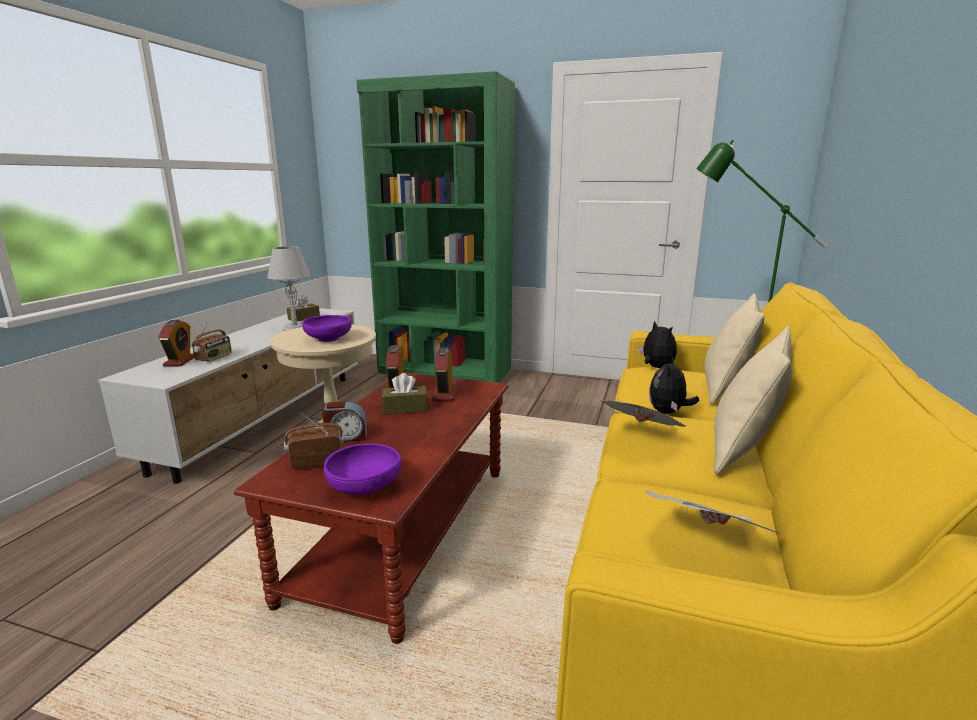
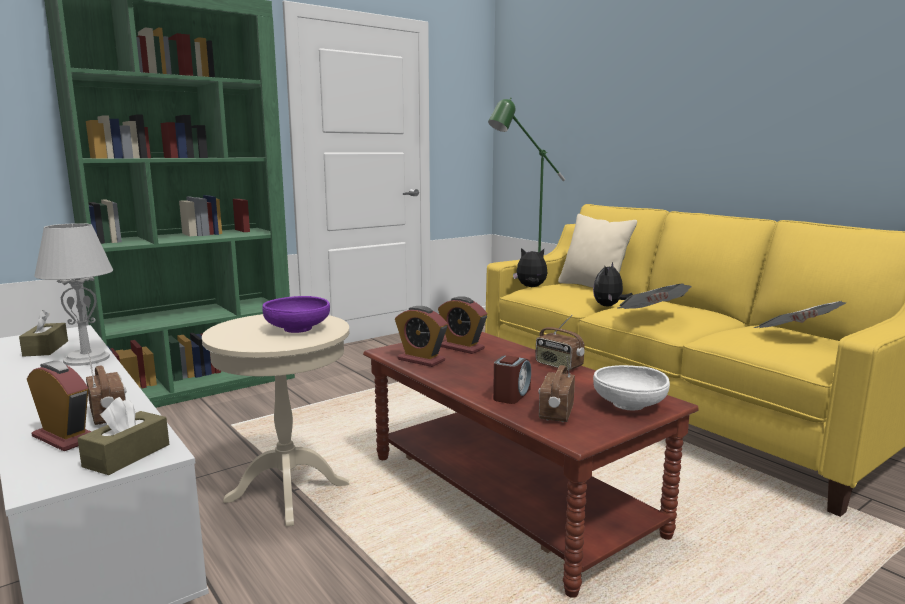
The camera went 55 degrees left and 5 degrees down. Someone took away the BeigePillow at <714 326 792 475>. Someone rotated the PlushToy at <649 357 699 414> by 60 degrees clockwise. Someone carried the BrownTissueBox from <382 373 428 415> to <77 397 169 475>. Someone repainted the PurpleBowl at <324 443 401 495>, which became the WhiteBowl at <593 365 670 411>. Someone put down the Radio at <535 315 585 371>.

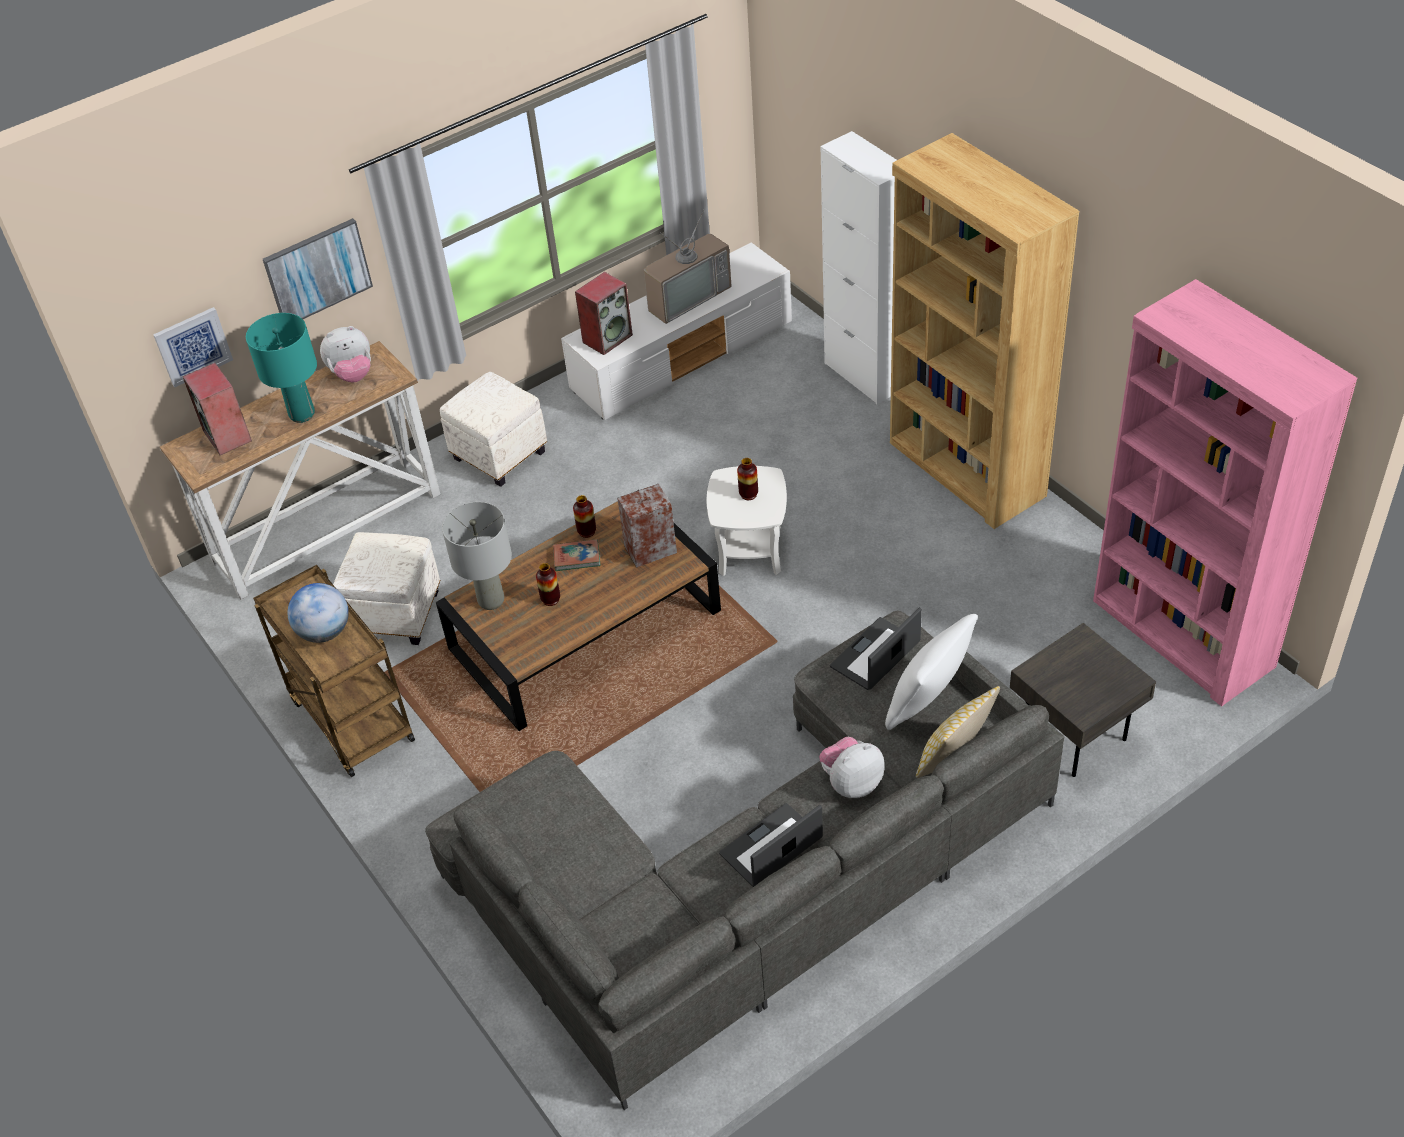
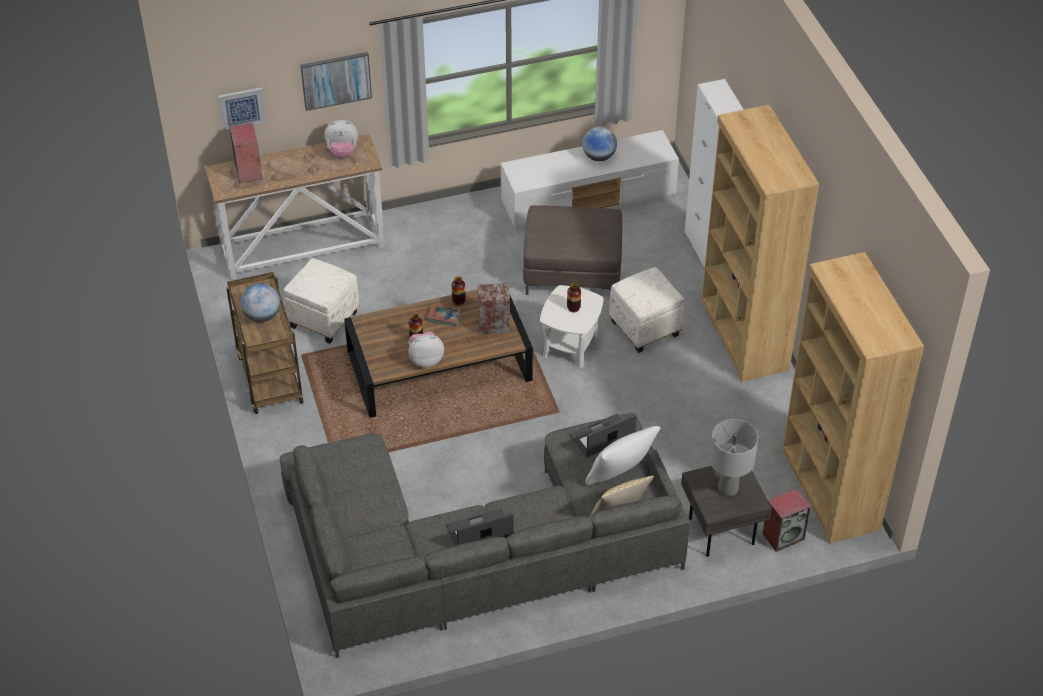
The camera went 15 degrees right and 0 degrees up. Someone swapped the Television at <644 210 731 324> for the Globe at <582 127 617 161>. Someone carried the Speaker from <575 272 633 355> to <762 488 811 552>. Someone repainted the PinkBookcase at <1093 279 1357 707>, which became the BrownBookcase at <782 252 924 544>. Someone took away the TurquoiseTableLamp at <246 313 317 423>. Someone carried the WhiteOttoman from <440 372 547 487> to <609 267 684 353>. Someone carried the GreyTableLamp from <442 502 512 610> to <709 419 758 497>. Someone carried the PlushToy from <819 737 885 798> to <408 331 444 367>. Someone put down the BrownOttoman at <523 205 622 295>.

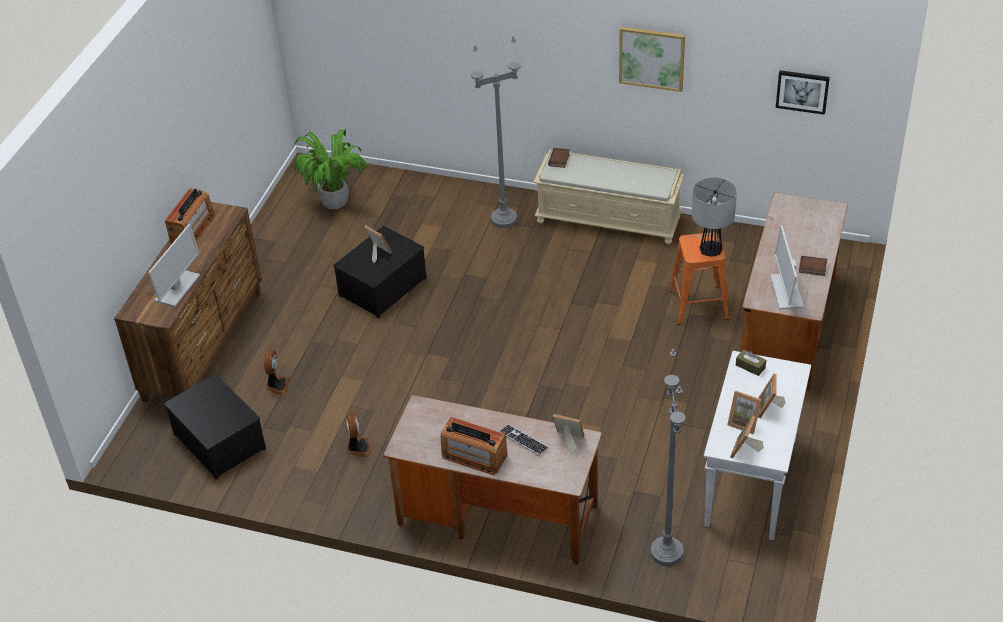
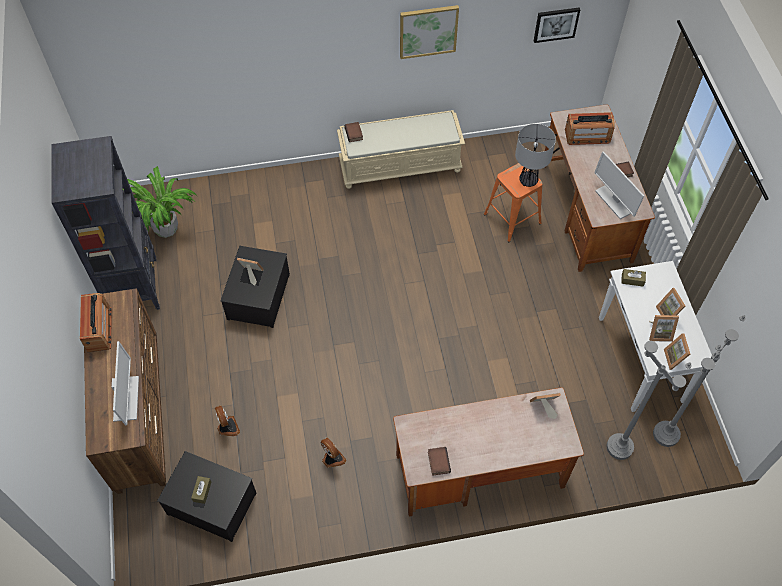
The camera went 30 degrees left and 15 degrees up. Someone carried the GreyFloorLamp from <471 36 520 228> to <653 315 746 447>. Someone carried the Radio from <441 417 507 475> to <565 112 615 145>. Someone took away the Keyboard at <498 424 549 456>. Someone put down the BlackBookcase at <51 136 160 310>. Someone put down the Book at <428 447 451 476>. Someone put down the BrownTissueBox at <191 476 211 504>.

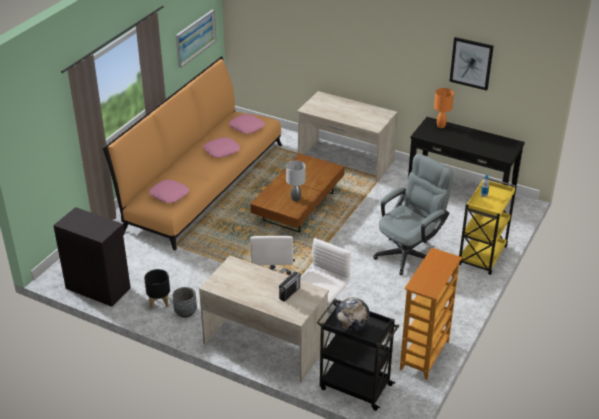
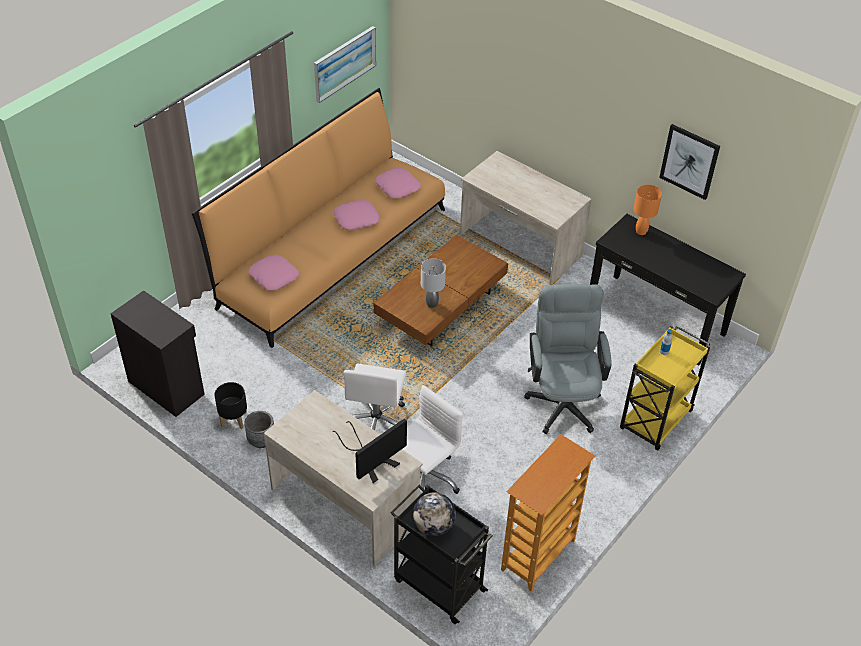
The camera went 10 degrees right and 10 degrees up. Someone rotated the GreyOfficeChair at <373 153 454 275> by 60 degrees counterclockwise. Someone swapped the Radio at <279 272 301 302> for the Monitor at <333 419 407 483>.

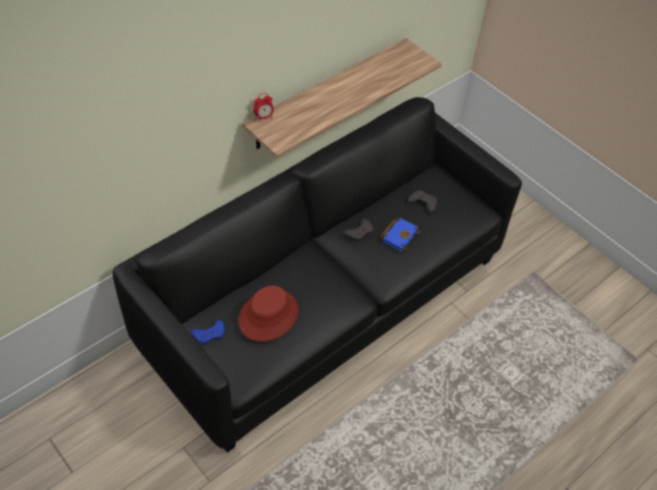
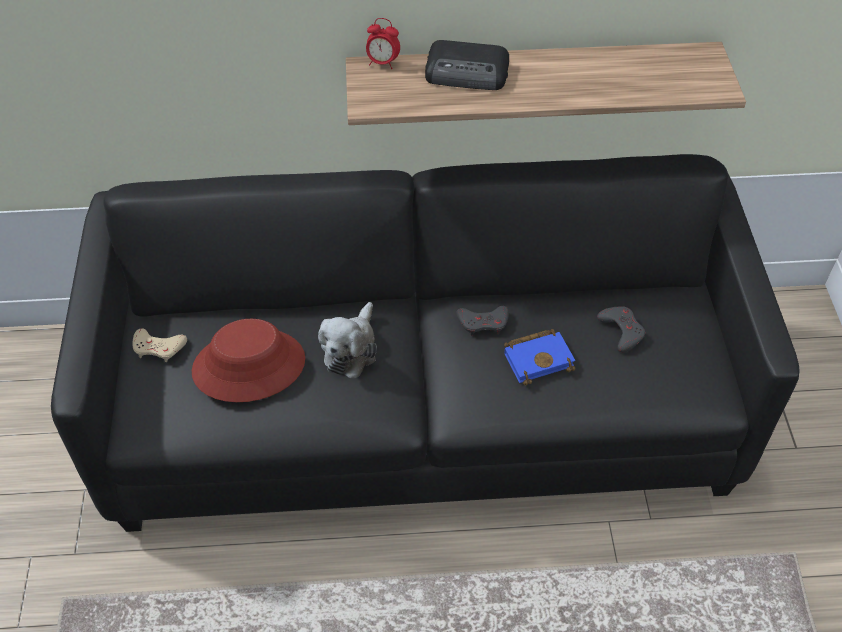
The camera went 40 degrees right and 0 degrees up. Someone repainted the BlueGameController at <191 320 225 345>, which became the BeigeGameController at <132 329 187 362>. Someone put down the Radio at <425 40 509 90>. Someone put down the PlushToy at <318 302 377 378>.

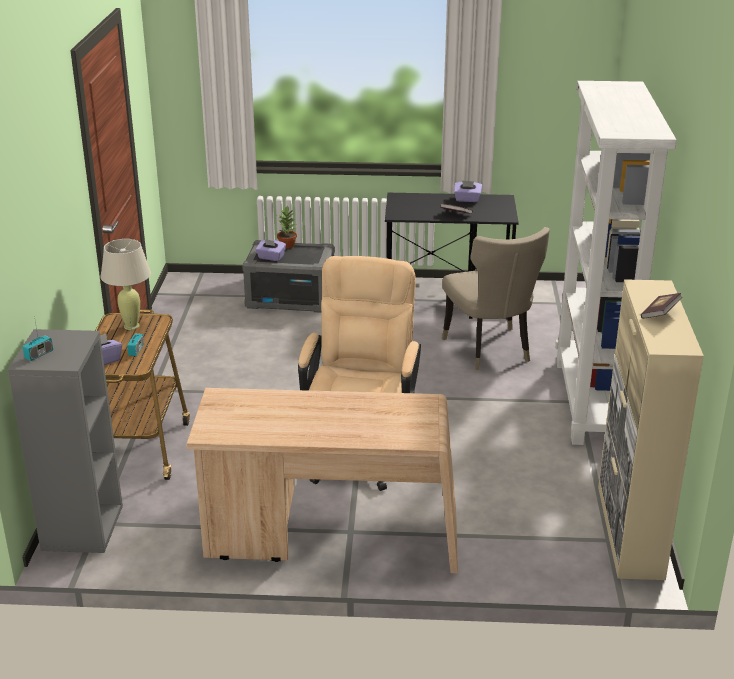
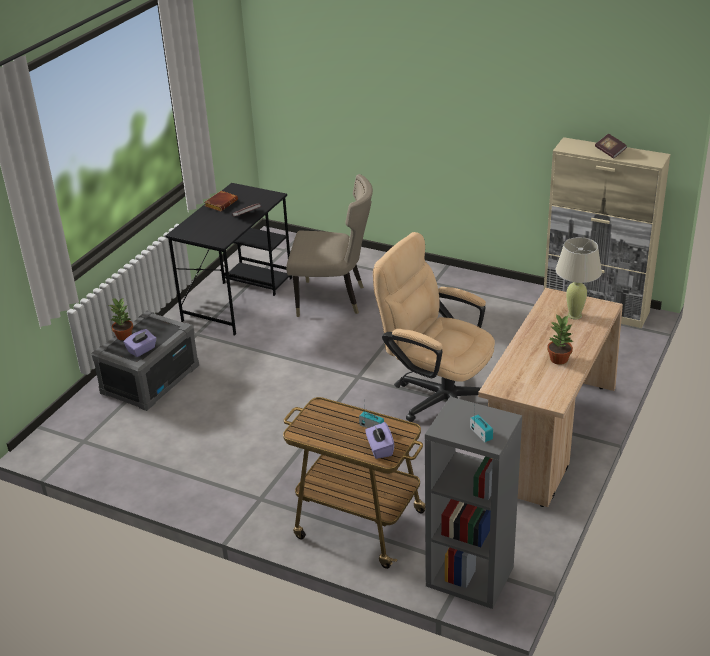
The camera went 65 degrees left and 5 degrees up. Someone took away the WhiteBookcase at <555 81 677 445>. Someone swapped the PurpleTissueBox at <454 180 482 202> for the BrownBook at <205 191 238 211>. Someone carried the BeigeTableLamp from <101 239 151 330> to <556 237 602 320>. Someone put down the PottedPlant at <547 314 574 365>.

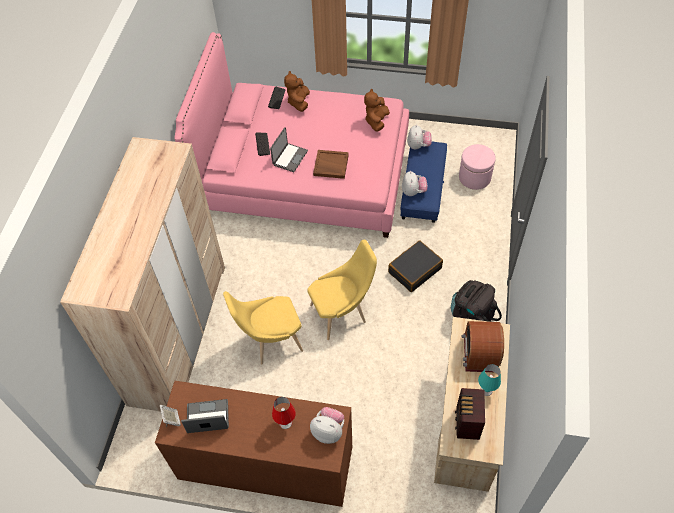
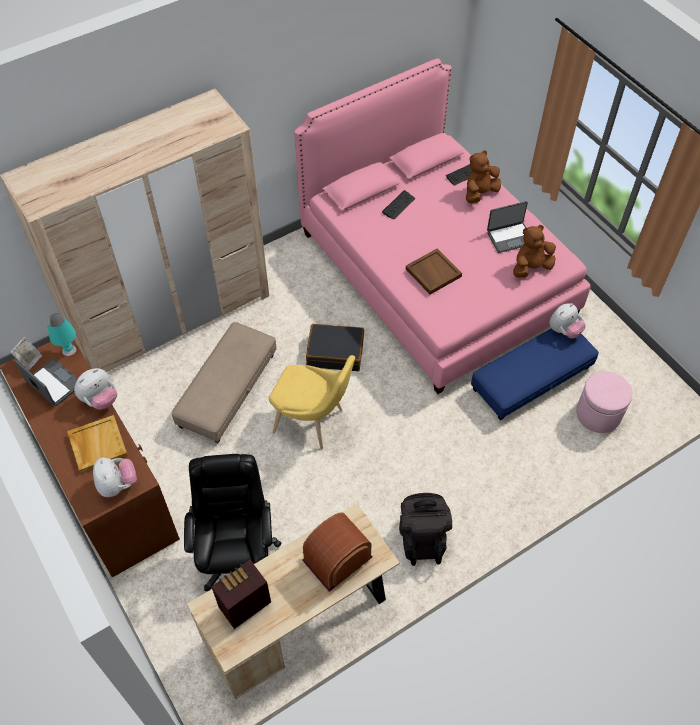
The camera went 45 degrees right and 0 degrees up. Someone carried the Laptop from <270 127 308 172> to <487 201 528 253>. Someone carried the PlushToy from <402 171 427 196> to <74 368 117 410>. Someone carried the BlackSuitcase from <388 240 443 292> to <306 324 364 371>. Someone swapped the YellowChair at <223 291 303 364> for the BeigeOttoman at <172 322 276 443>. Someone carried the TurquoiseTableLamp from <478 364 501 396> to <47 313 77 356>. Someone swapped the RedTableLamp at <272 397 296 429> for the BeigeTray at <67 415 128 473>. Someone put down the BlackOfficeChair at <184 454 282 591>.

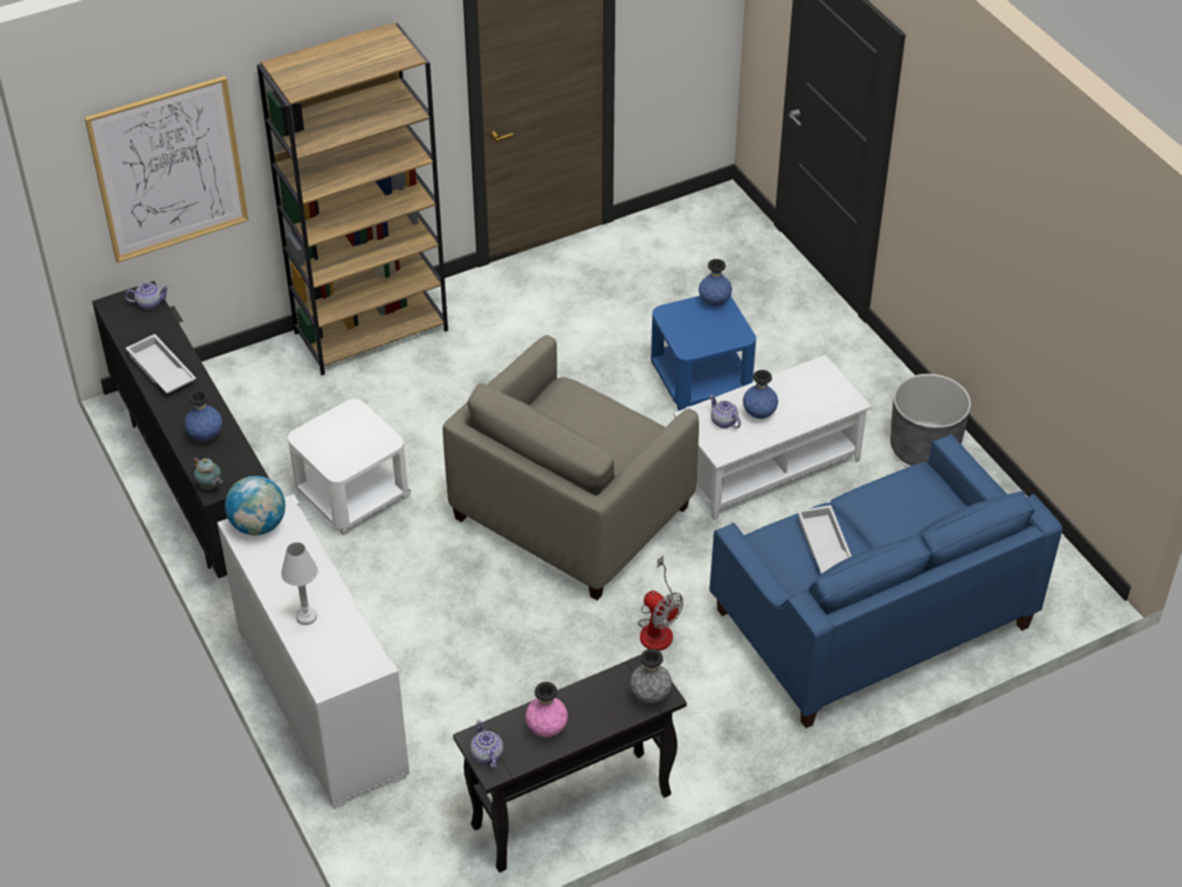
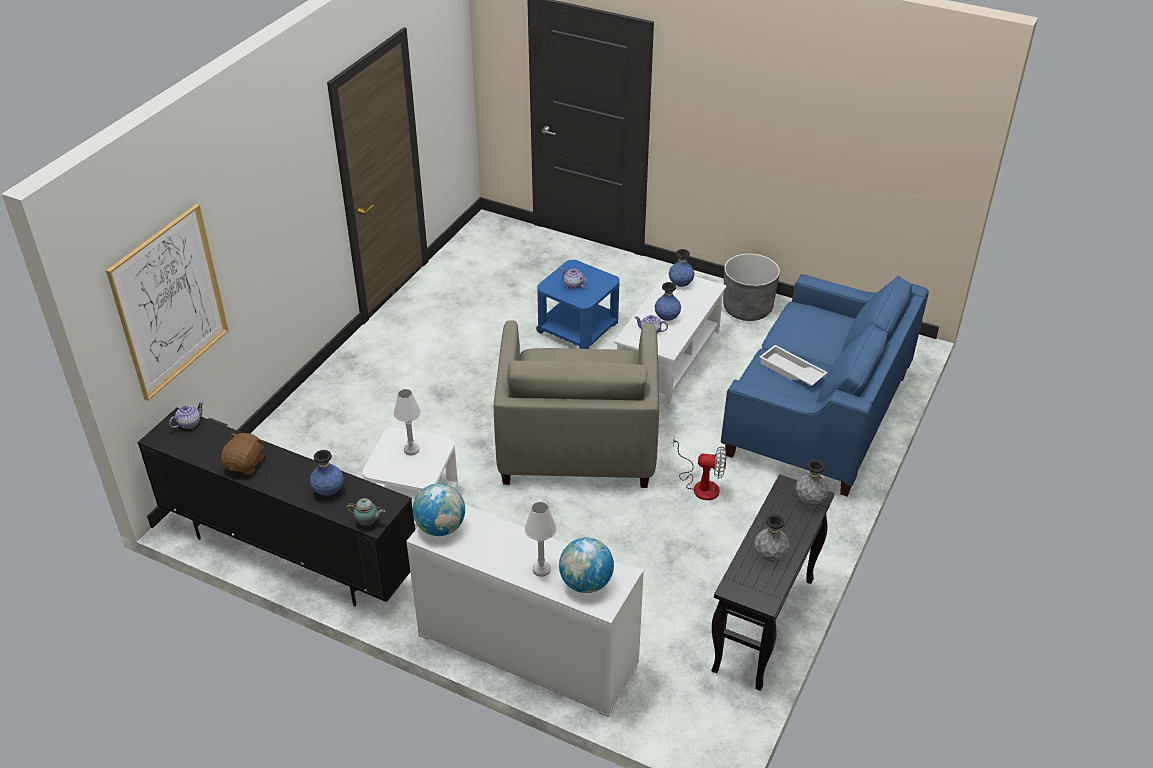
The camera went 35 degrees left and 5 degrees down. Someone took away the BrownBookcase at <257 22 448 375>. Someone carried the BlueVase from <699 259 732 306> to <669 249 695 287>. Someone swapped the WhiteTray at <126 334 196 393> for the BrownPlushToy at <221 433 264 474>. Someone repainted the PinkVase at <525 682 568 737>, which became the GreyVase at <754 514 790 562>. Someone carried the Teapot from <470 720 503 770> to <560 268 587 289>. Someone put down the WhiteTableLamp at <394 389 421 456>. Someone put down the Globe at <559 537 614 593>.

